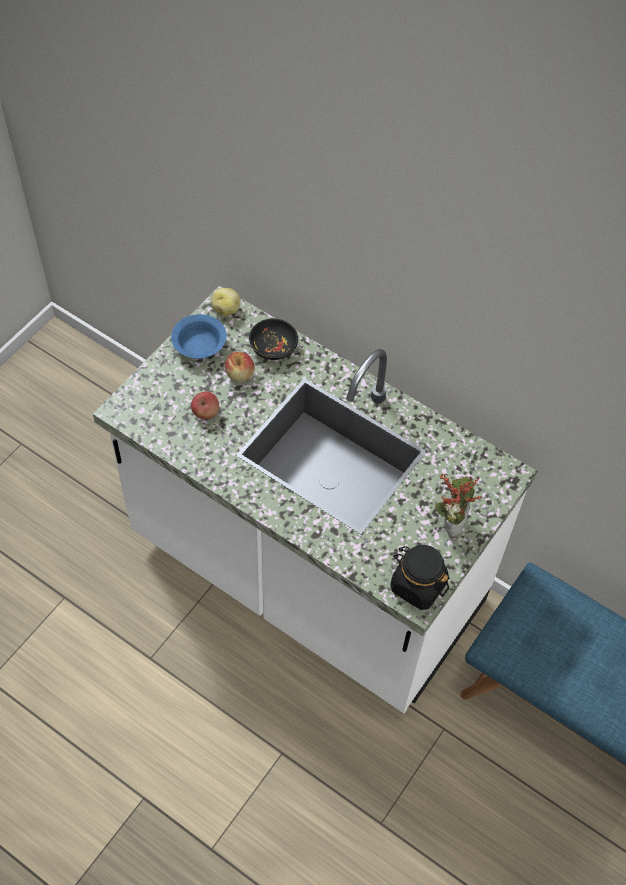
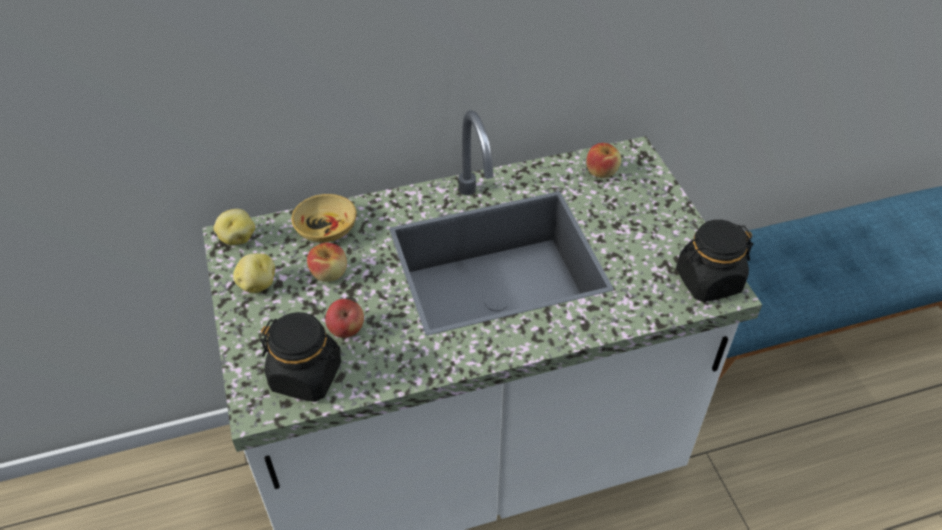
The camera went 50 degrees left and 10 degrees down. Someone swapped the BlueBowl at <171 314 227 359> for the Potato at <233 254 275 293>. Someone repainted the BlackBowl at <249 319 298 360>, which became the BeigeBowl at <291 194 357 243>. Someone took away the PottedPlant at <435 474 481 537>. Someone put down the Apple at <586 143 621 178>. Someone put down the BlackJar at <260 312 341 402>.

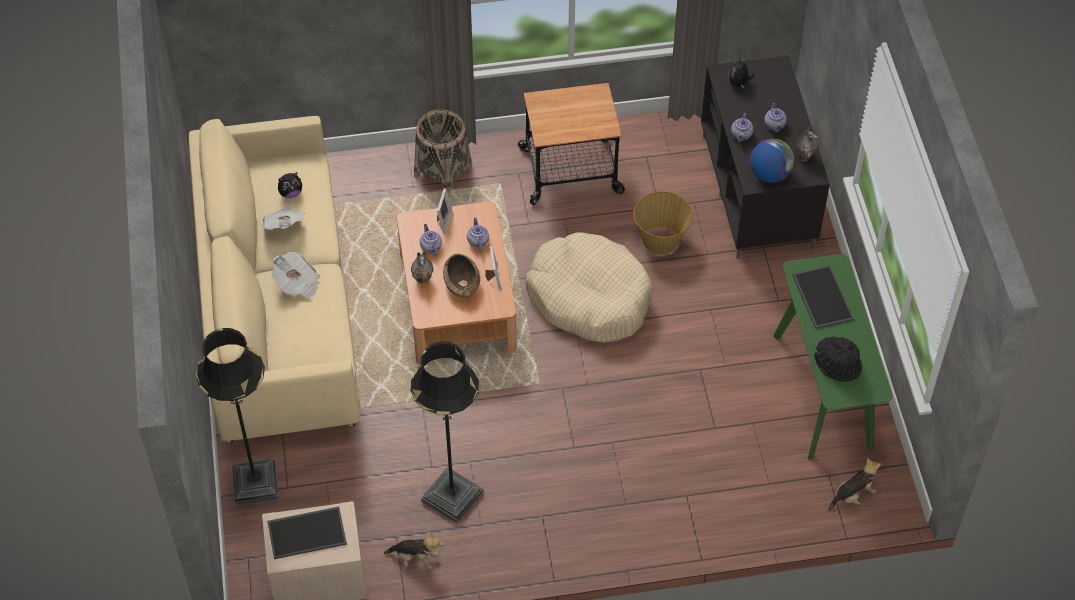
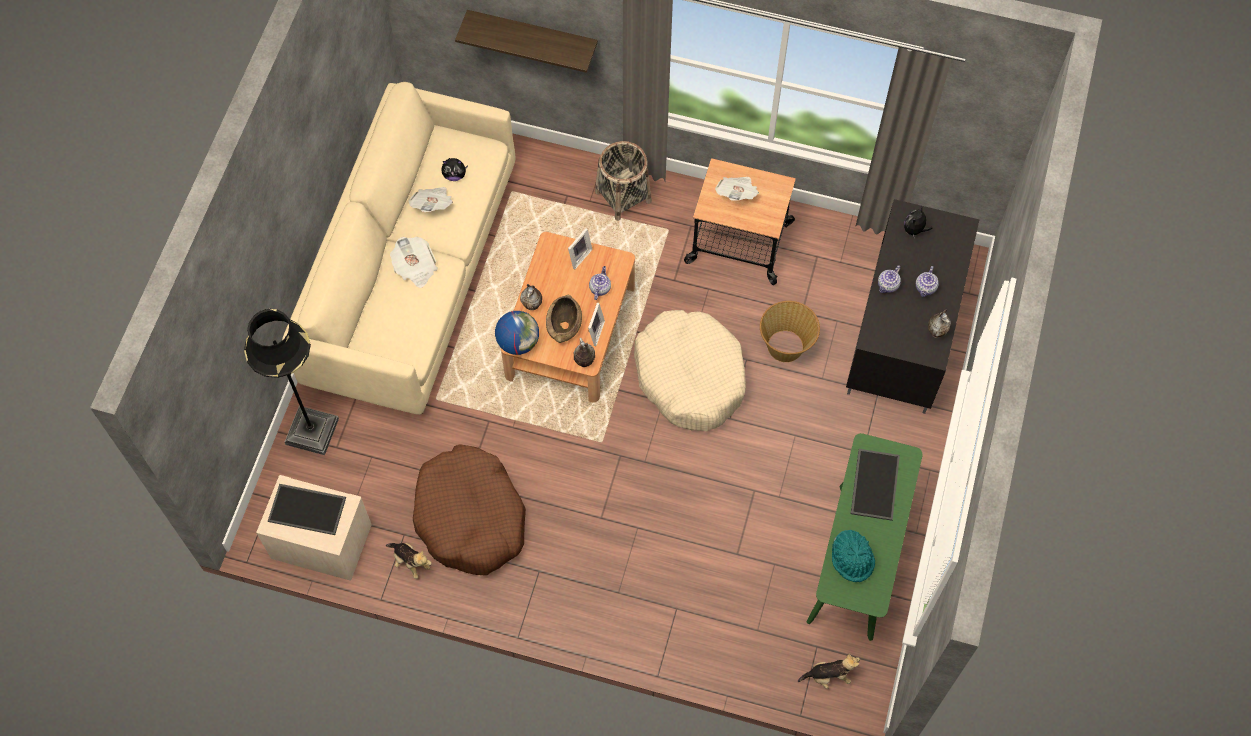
The camera went 25 degrees right and 10 degrees up. Someone carried the Globe from <750 139 794 183> to <495 311 539 355>. Someone took away the Teapot at <420 224 442 256>. Someone repainted the BlackHat at <815 336 862 382>, which became the TurquoiseHat at <832 530 875 582>. Someone swapped the BlackFloorLamp at <411 342 483 523> for the BrownDogBed at <413 444 526 576>. Someone put up the Shelf at <455 10 598 73>. Someone put down the Newspaper at <715 177 759 201>. Someone put down the Vase at <574 338 595 367>.

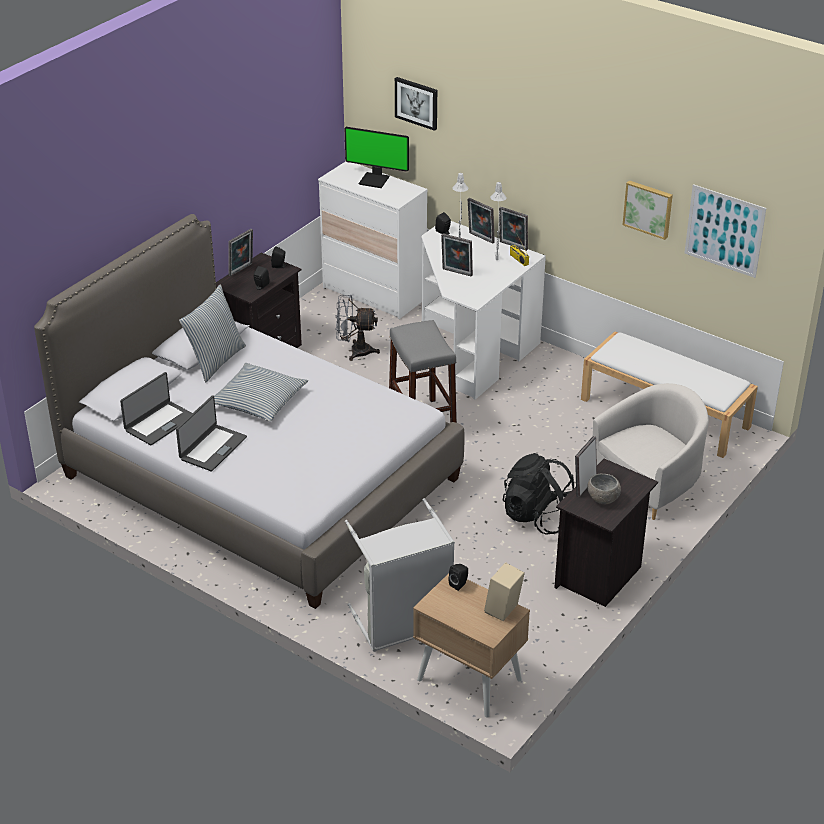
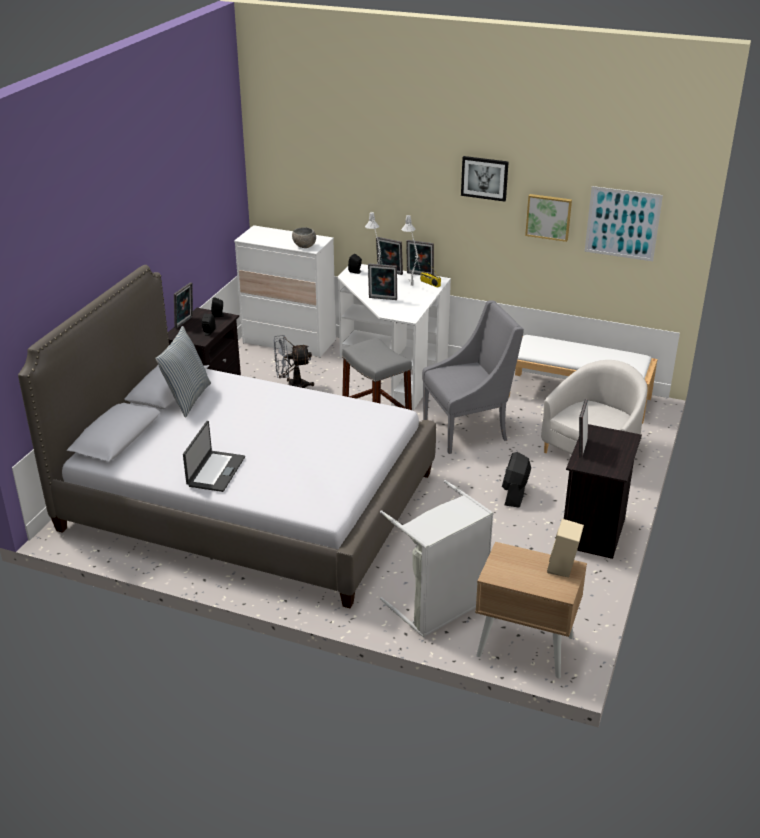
The camera went 15 degrees left and 5 degrees down. Someone carried the Picture from <395 77 437 131> to <461 156 509 202>. Someone took away the Monitor at <345 127 409 188>. Someone took away the Pillow at <214 363 308 421>. Someone took away the Laptop at <120 372 192 445>. Someone swapped the BlackBackpack at <503 453 574 535> for the BlackFan at <502 452 531 508>. Someone carried the GreyBowl from <587 474 621 504> to <292 227 316 248>. Someone took away the BlackSpeaker at <448 564 468 591>. Someone put down the GreyArmchair at <422 300 524 454>.

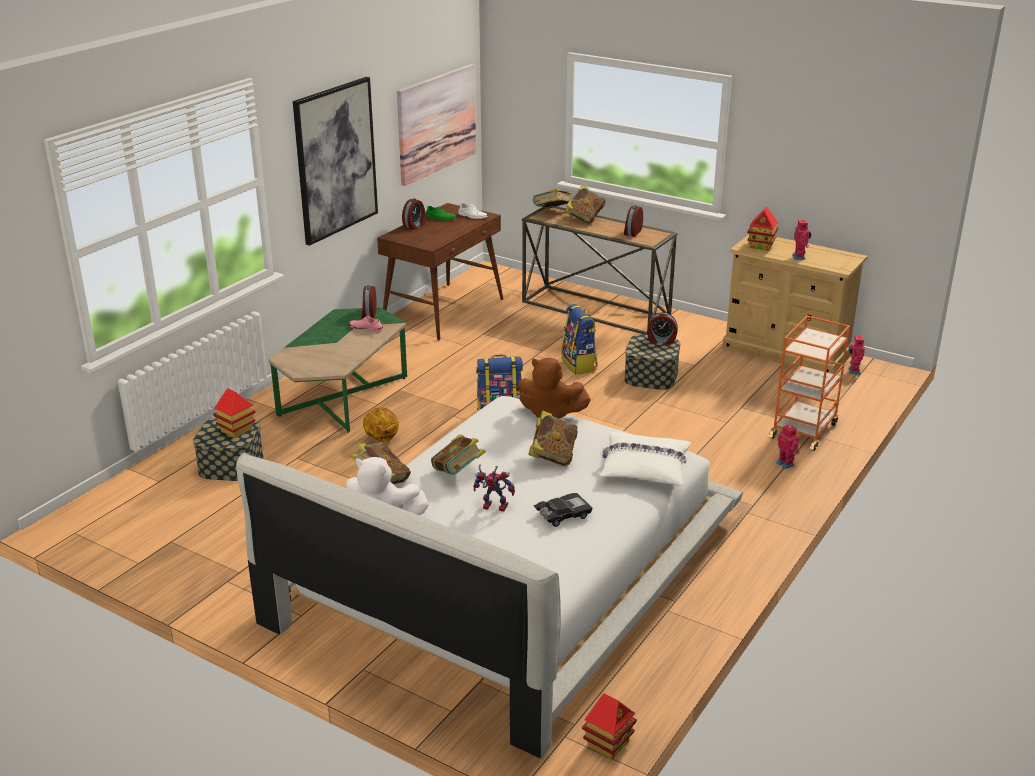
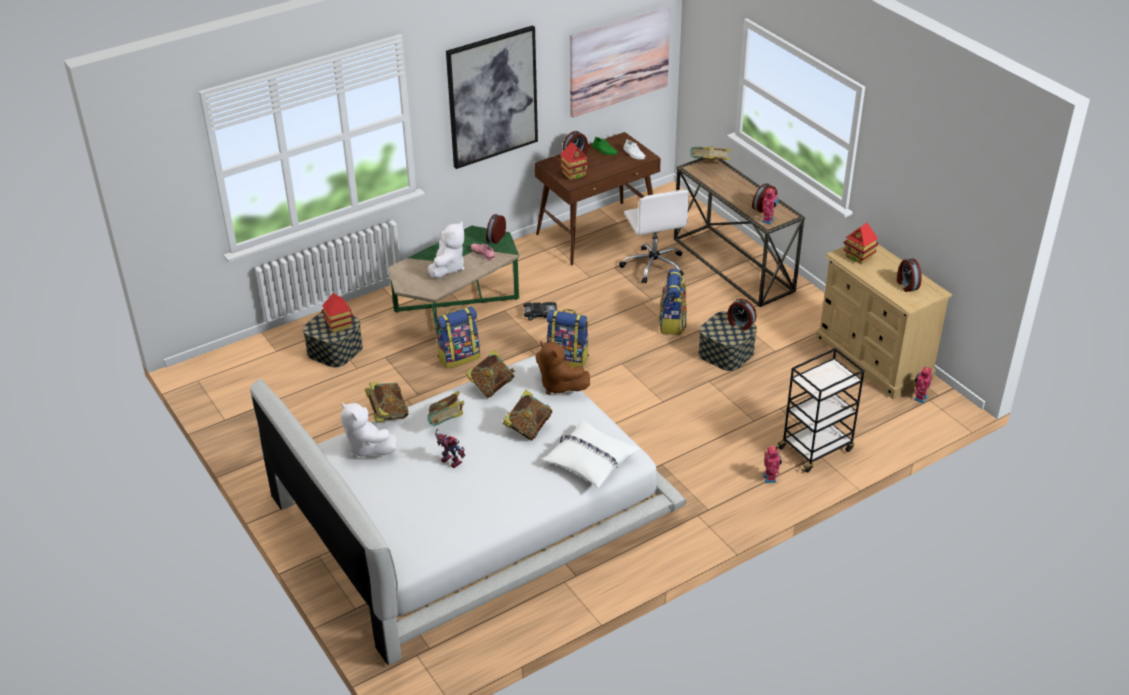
The camera went 25 degrees right and 10 degrees up. Someone carried the Book from <565 185 605 224> to <466 350 515 398>. Someone carried the ToyRobot from <792 218 811 260> to <761 187 779 225>. Someone repainted the OrangeCart at <769 315 850 451>, which became the BlackCart at <776 348 864 473>. Someone swapped the Basketball at <363 407 399 443> for the Backpack at <436 307 480 369>. Someone carried the BlackToyCar from <533 493 593 527> to <523 302 557 321>. Someone carried the ToyHouse from <582 693 637 759> to <559 142 589 180>. Someone put down the WhiteOfficeChair at <619 190 689 284>. Someone put down the WhitePlushToy at <428 221 465 278>. Someone put down the AlarmClock at <897 259 922 292>.

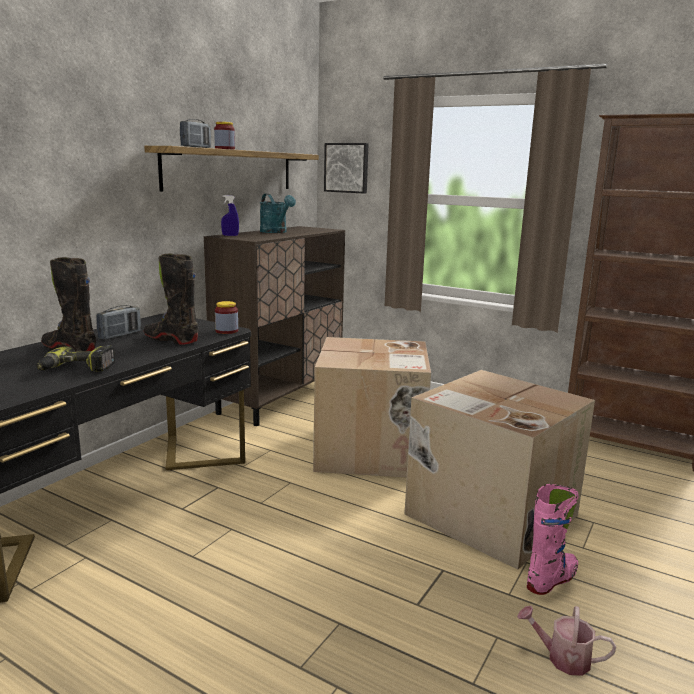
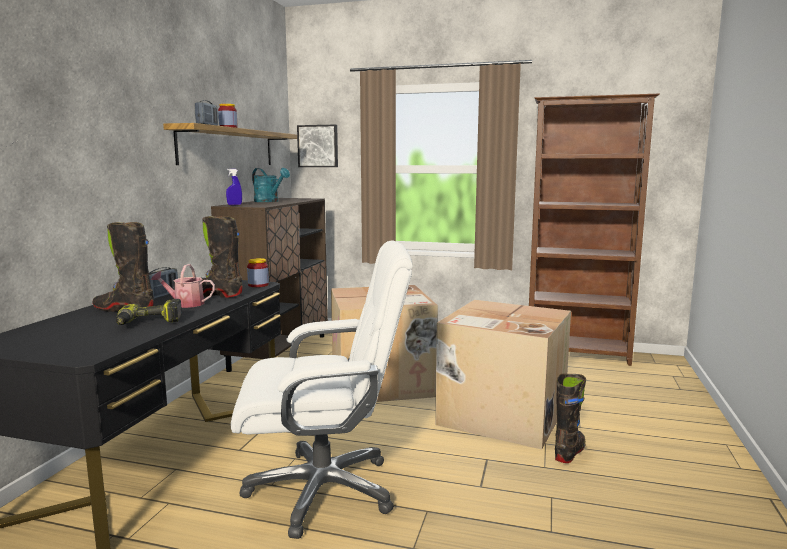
The camera went 15 degrees left and 5 degrees down. Someone repainted the PinkBoot at <527 484 579 595>, which became the BlackBoot at <555 374 586 463>. Someone carried the WateringCan from <517 606 616 676> to <151 264 215 308>. Someone put down the WhiteOfficeChair at <231 240 413 539>.

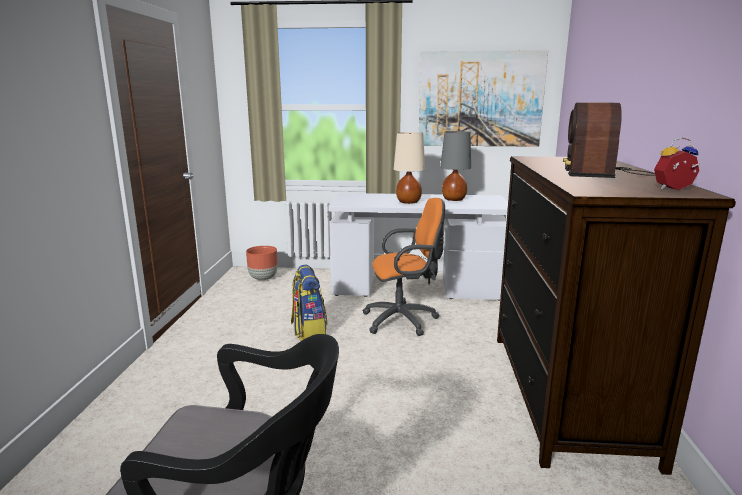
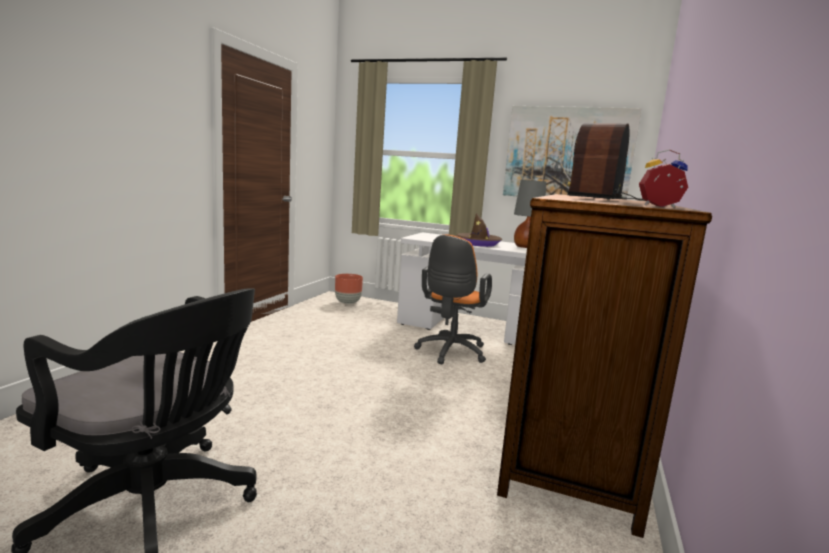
The camera went 15 degrees right and 5 degrees down. Someone swapped the BeigeTableLamp at <394 132 425 204> for the BrownHat at <456 213 503 247>. Someone rotated the OrangeOfficeChair at <363 198 445 336> by 105 degrees clockwise. Someone took away the Backpack at <291 265 327 341>.

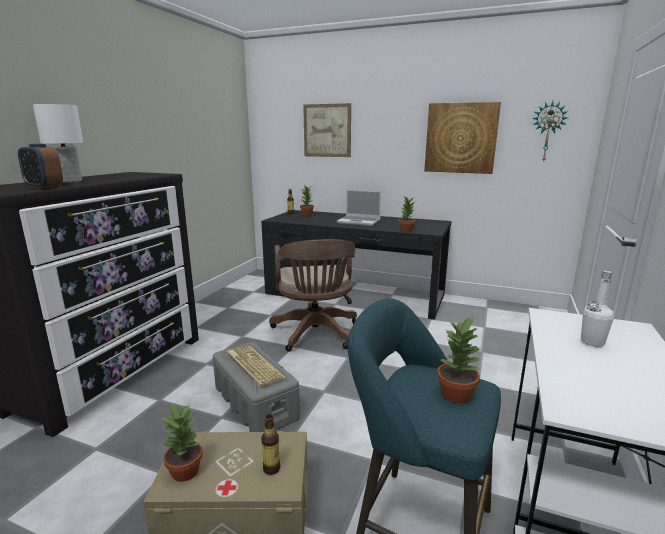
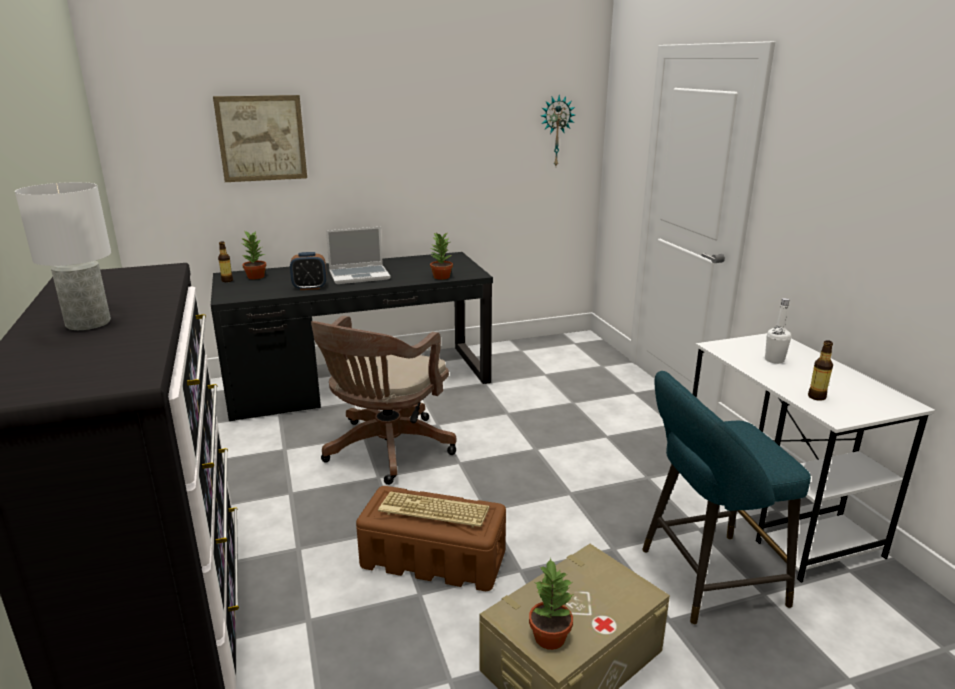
The camera went 40 degrees left and 5 degrees up. Someone took away the Picture at <424 102 501 174>. Someone carried the AlarmClock from <18 144 63 189> to <290 252 327 290>. Someone rotated the BrownOfficeChair at <269 239 357 352> by 75 degrees clockwise. Someone took away the PottedPlant at <437 316 483 403>. Someone repainted the GreyStorageBox at <213 342 300 432>, which became the BrownStorageBox at <356 486 506 591>. Someone carried the Bottle from <261 414 280 475> to <808 340 833 401>.

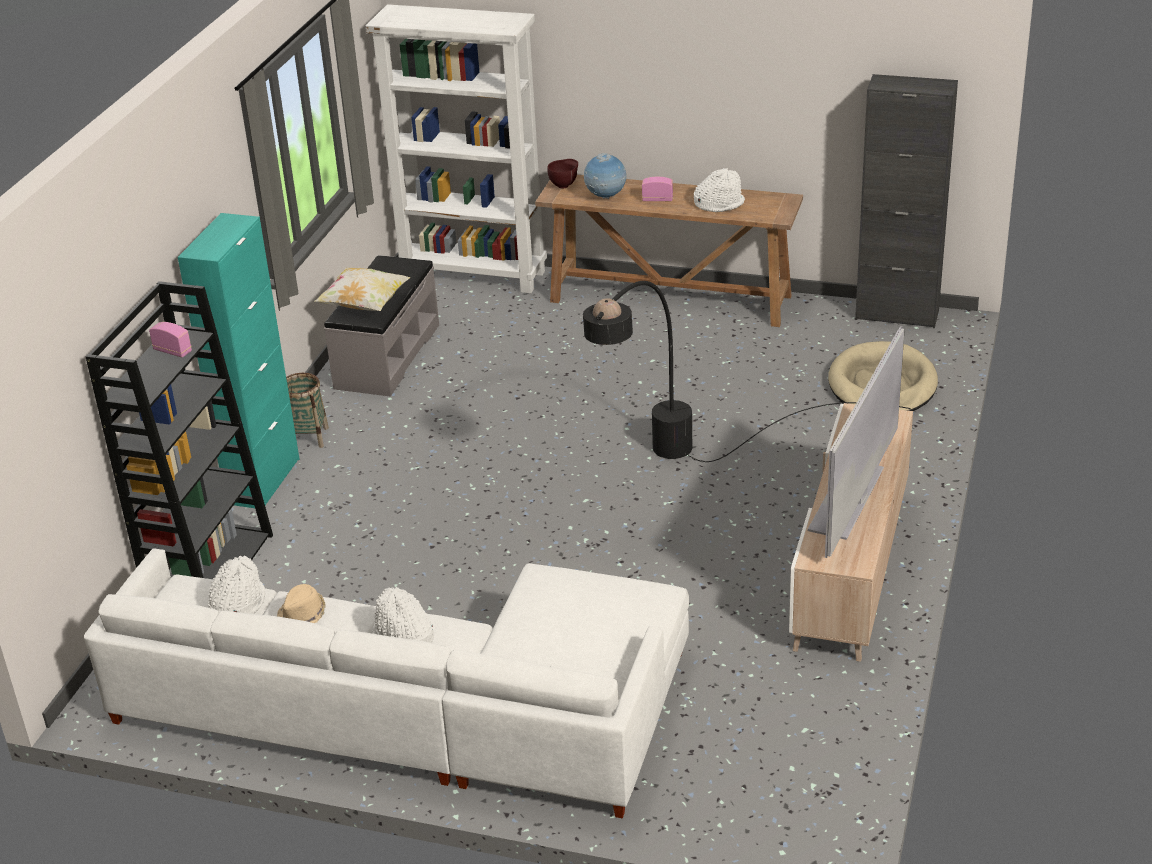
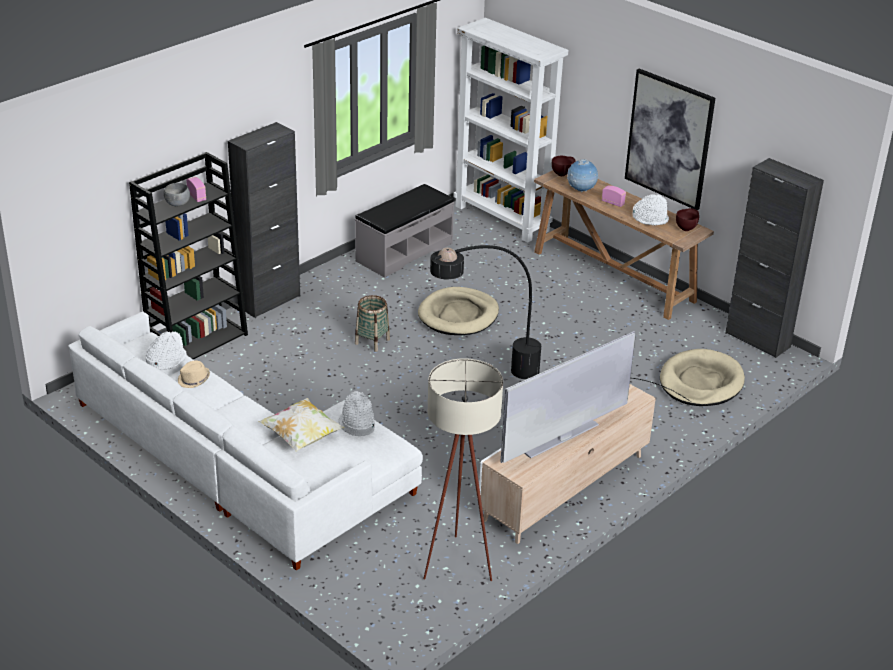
The camera went 25 degrees right and 0 degrees up. Someone repainted the TurquoiseCabinet at <178 213 300 508>, which became the BlackCabinet at <228 122 300 318>. Someone carried the Pillow from <315 268 411 311> to <258 398 345 452>. Someone carried the Basket from <286 373 329 448> to <355 295 390 352>. Someone carried the WhiteHat from <372 587 434 643> to <338 391 375 436>. Someone put up the Picture at <625 68 715 210>. Someone put down the GreyBowl at <164 183 190 206>. Someone put down the BrownBowl at <676 208 699 231>. Someone put down the BeigeDogBed at <418 287 499 335>. Someone put down the BeigeFloorLamp at <423 358 503 581>.

